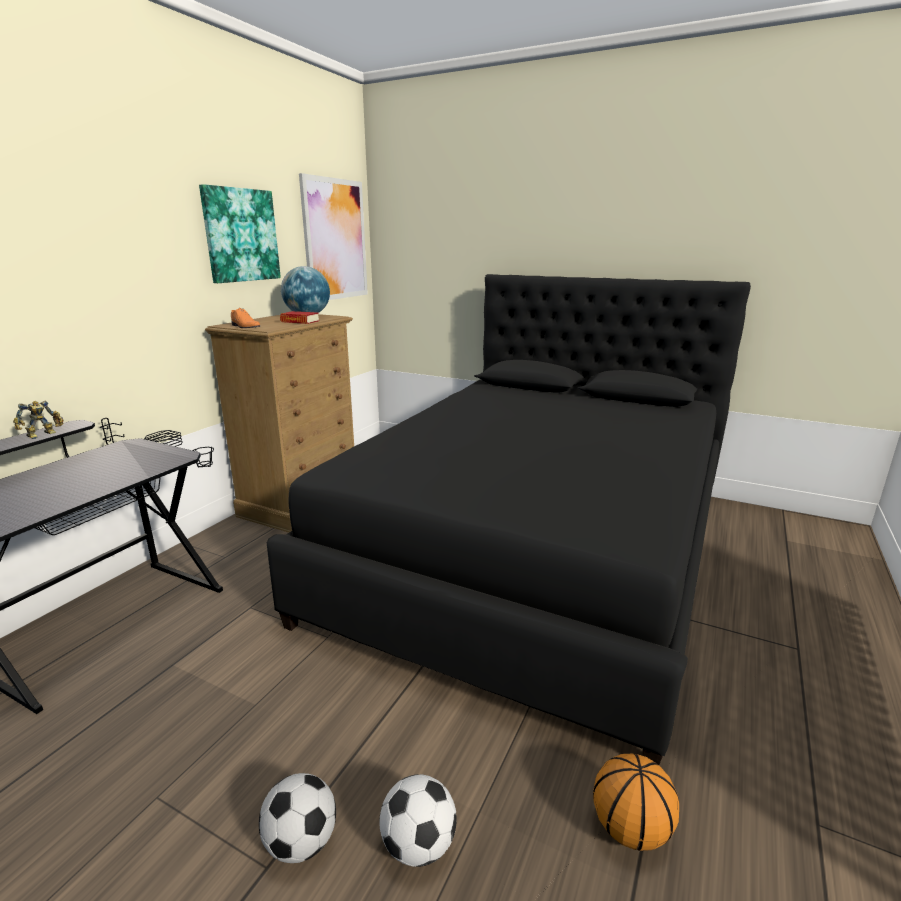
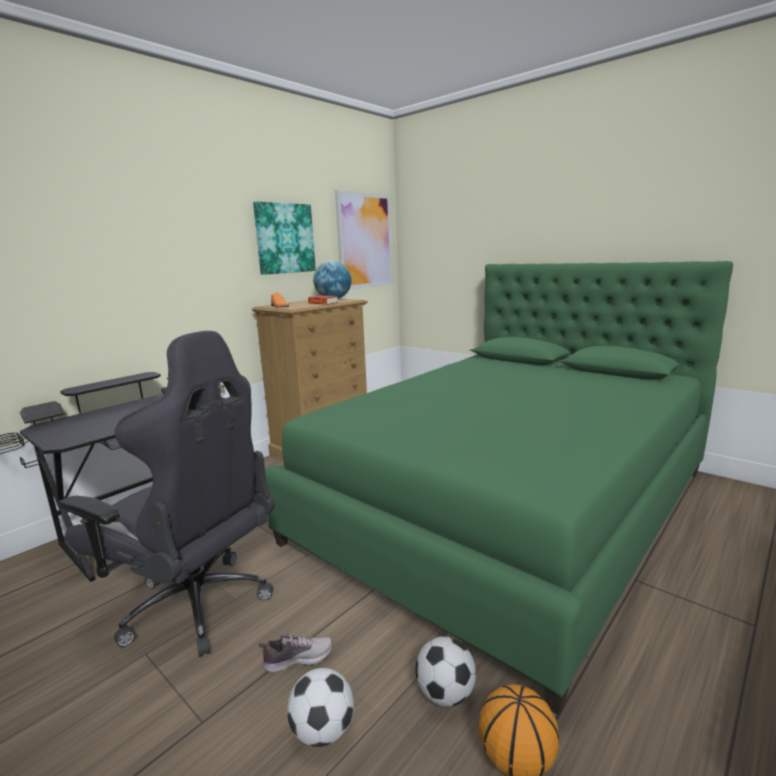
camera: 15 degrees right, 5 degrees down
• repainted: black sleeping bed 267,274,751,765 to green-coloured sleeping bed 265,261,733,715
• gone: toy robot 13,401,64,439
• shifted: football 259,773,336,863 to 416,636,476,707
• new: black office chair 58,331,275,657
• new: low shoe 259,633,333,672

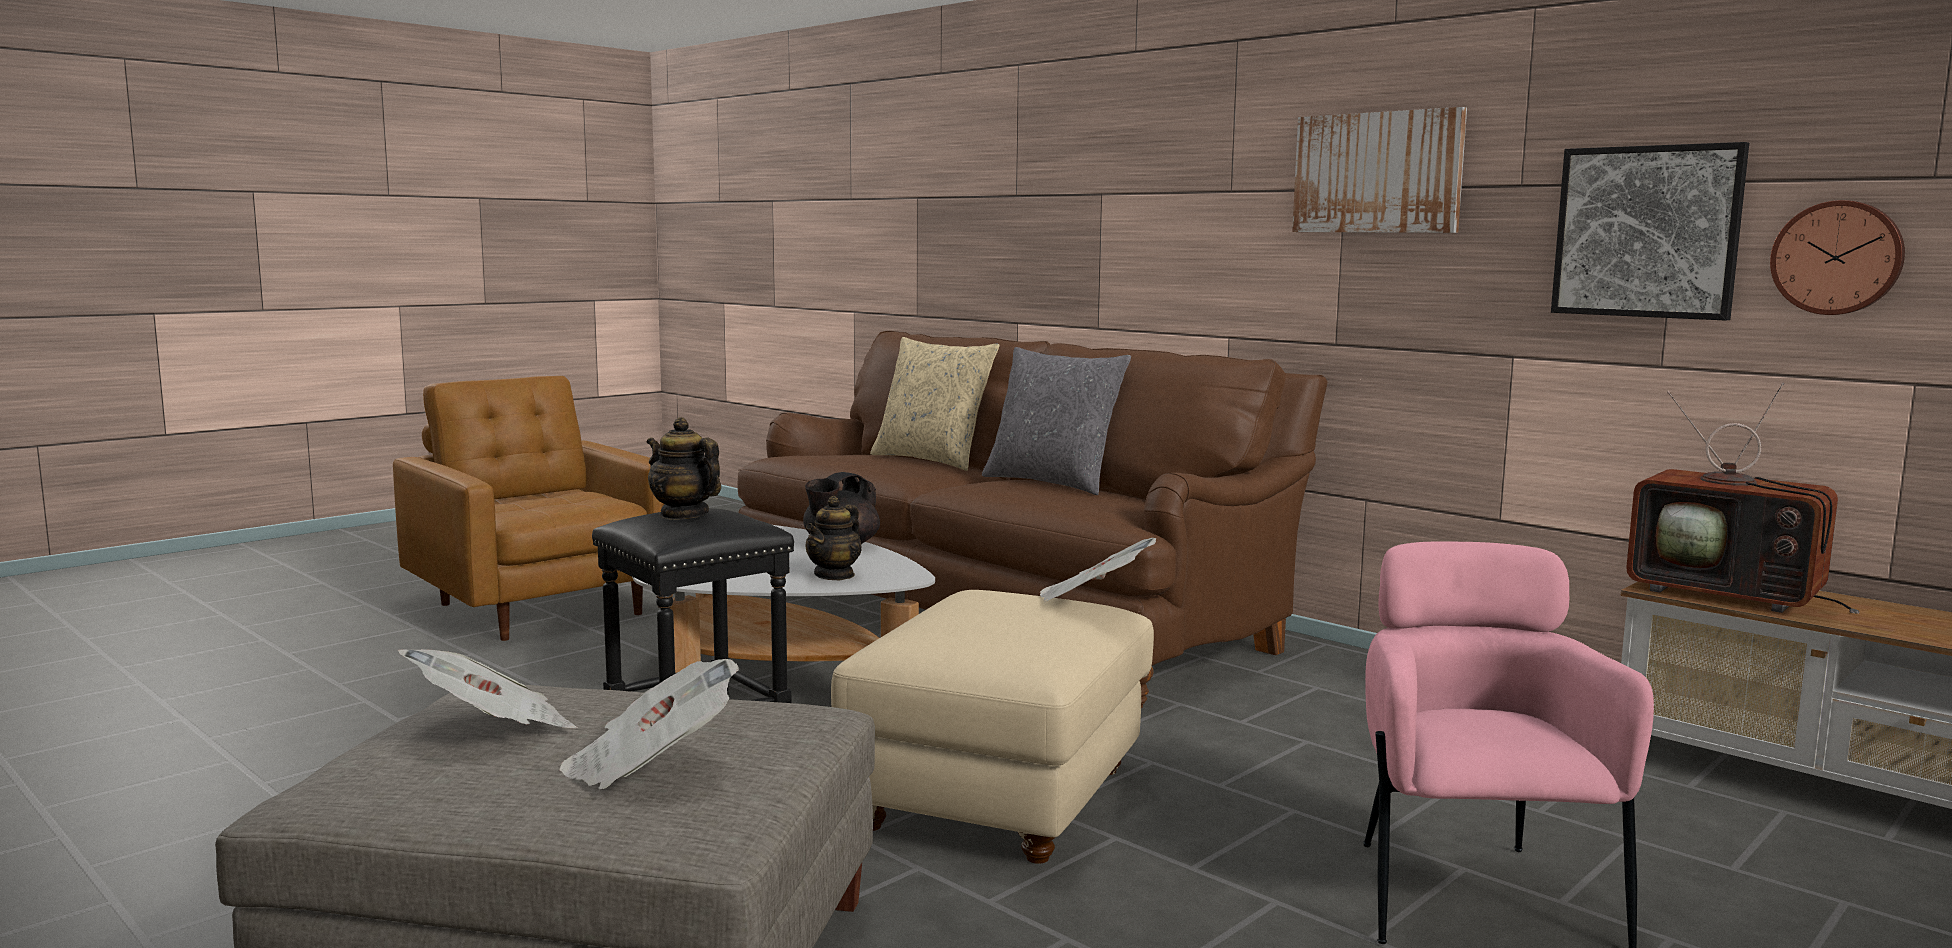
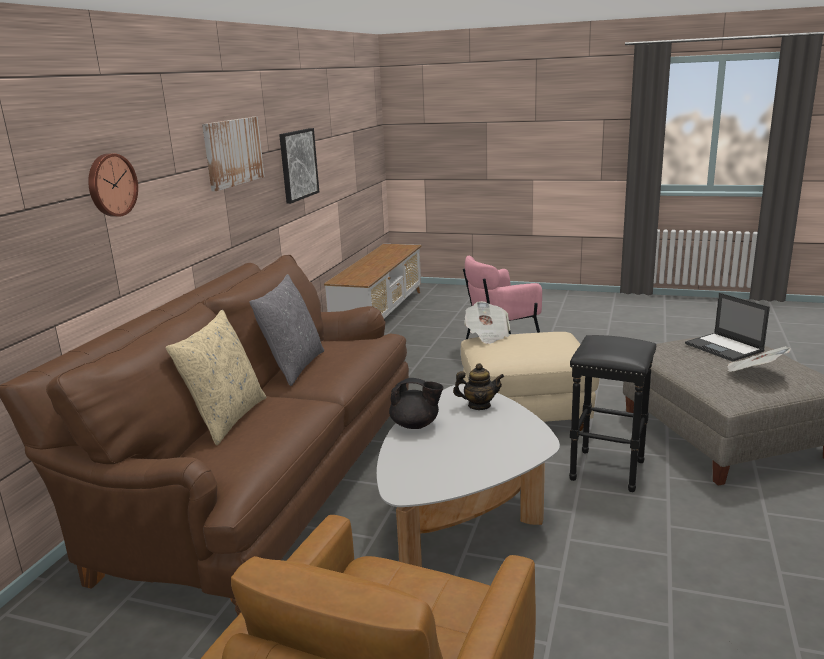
camera: 115 degrees left, 10 degrees up
• shifted: hanging clock 1770,200,1905,315 to 88,153,138,217
• gone: TV 1626,382,1860,614
• gone: pot for tea 647,417,721,520
• swapped: newspaper 559,659,739,789 to notebook computer 685,293,770,362

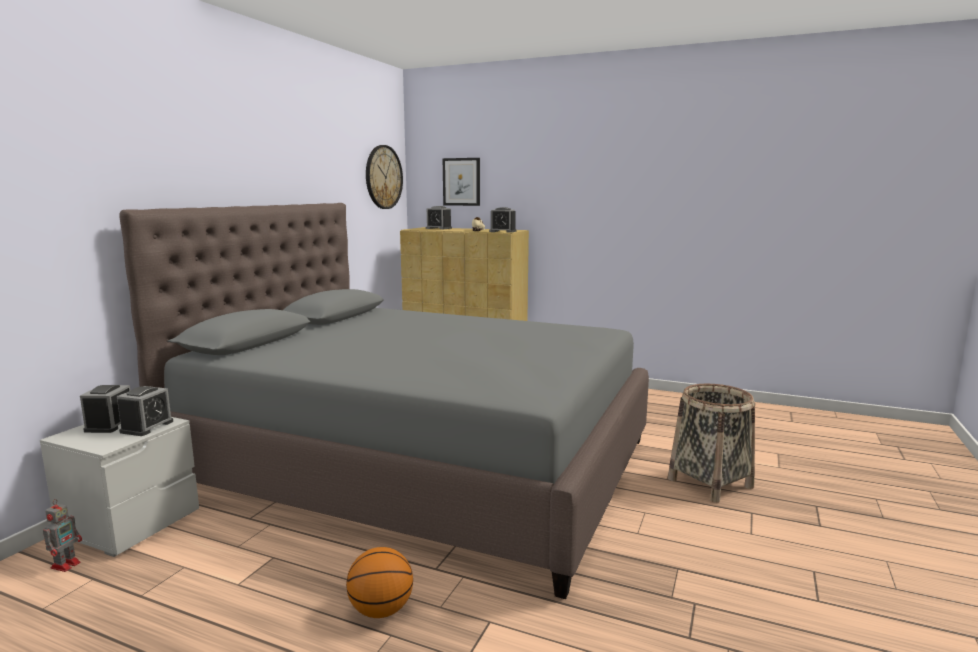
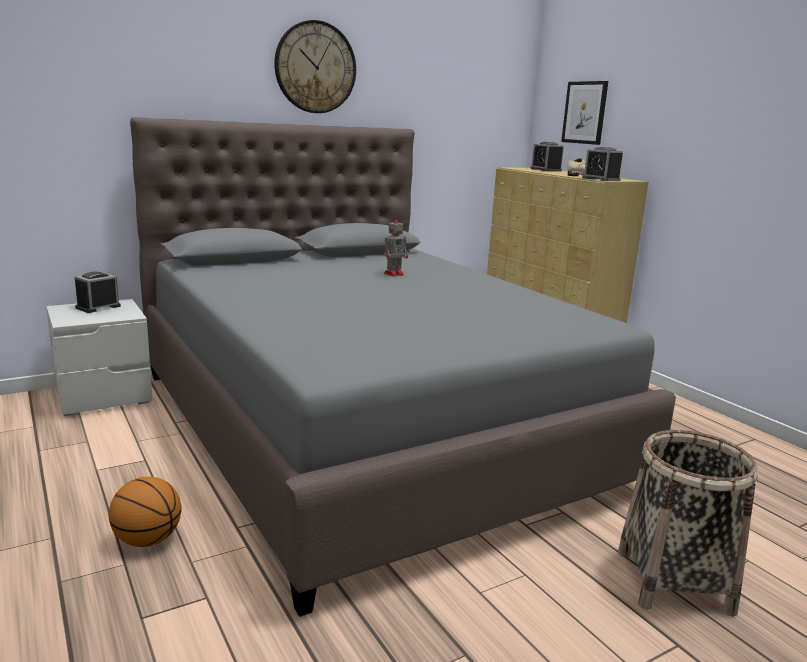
camera: 35 degrees right, 5 degrees up
• shifted: hanging clock 366,145,403,209 to 274,20,356,113
• gone: bedside clock 117,386,173,436
• shifted: toy robot 43,499,82,572 to 384,216,408,277

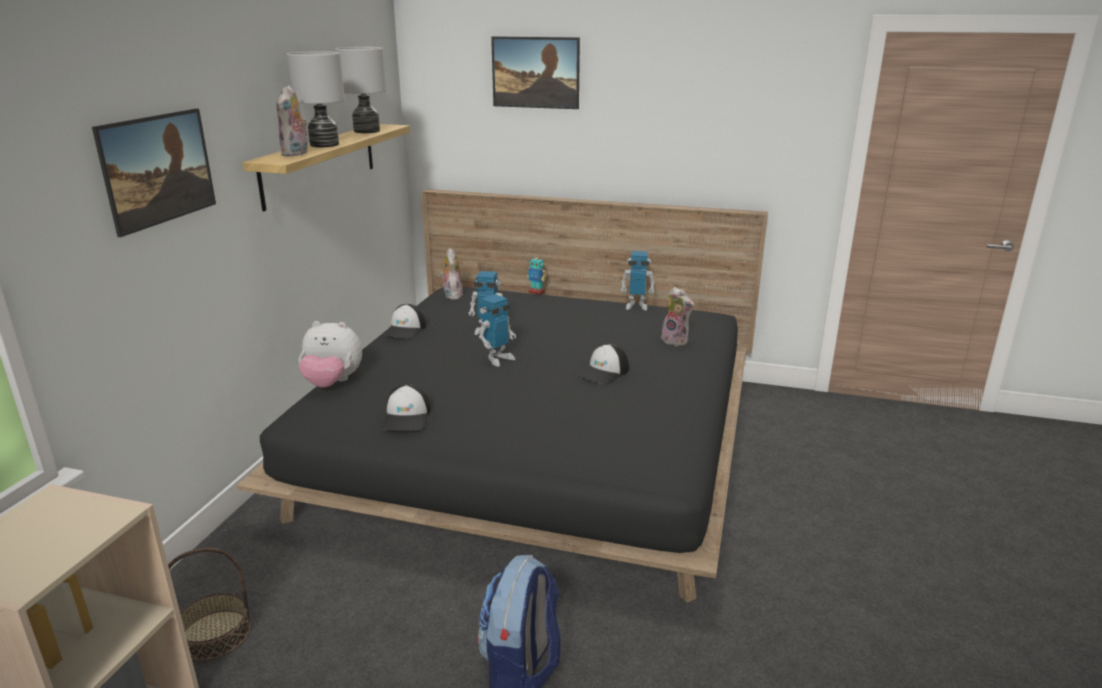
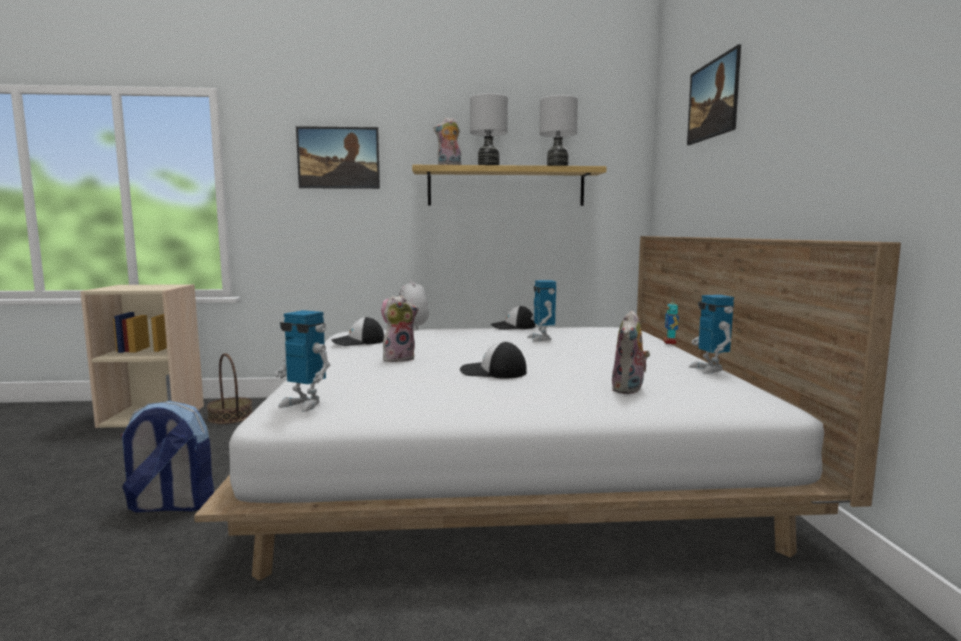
camera: 70 degrees right, 15 degrees down
• repainted: black sleeping bed 236,189,768,603 to white sleeping bed 194,236,901,581
• shifted: soft toy 440,248,463,299 to 383,295,419,362
• shifted: toy robot 479,294,516,367 to 276,310,330,412

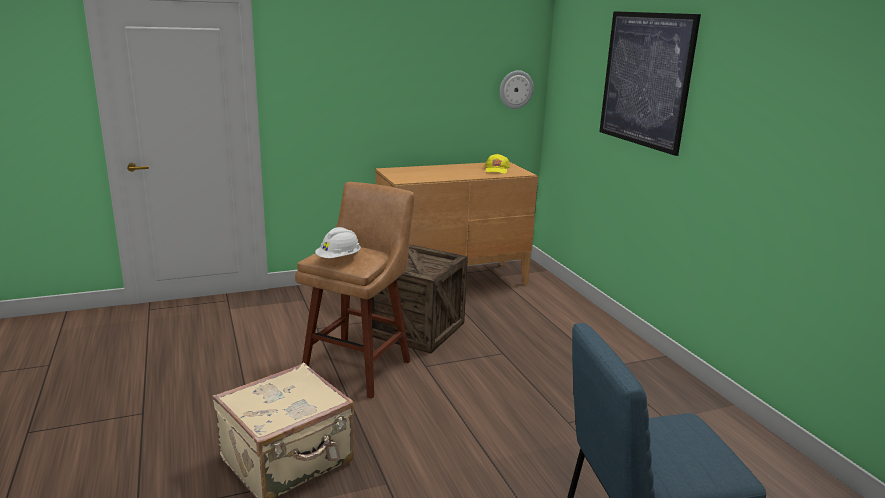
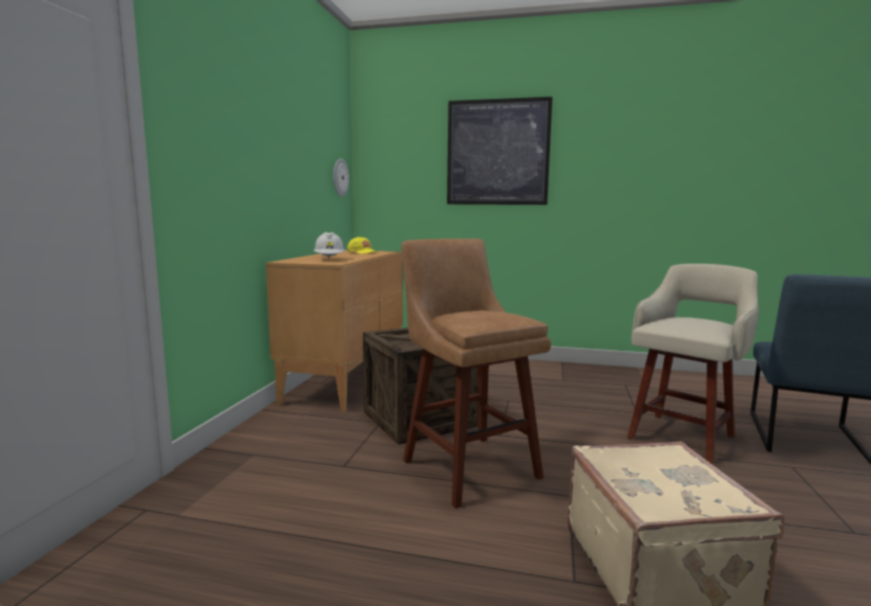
camera: 55 degrees left, 10 degrees down
• shifted: white hard hat 315,227,361,258 to 314,232,345,258
• new: beige sitting stool 627,264,759,464

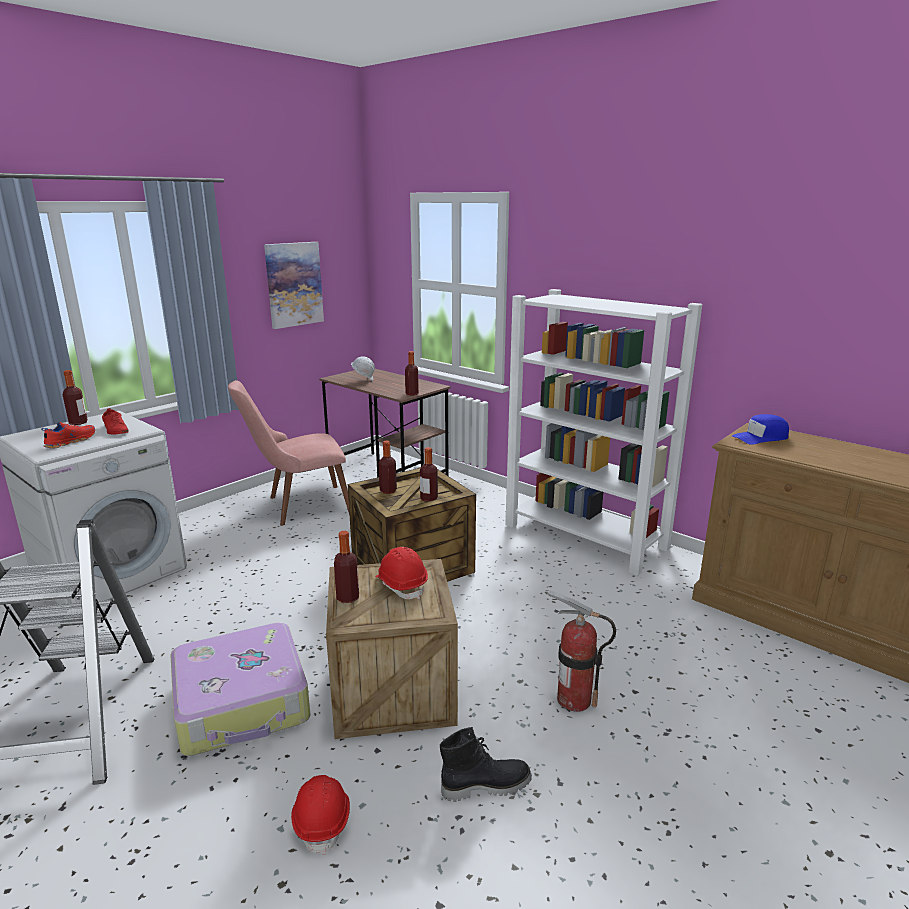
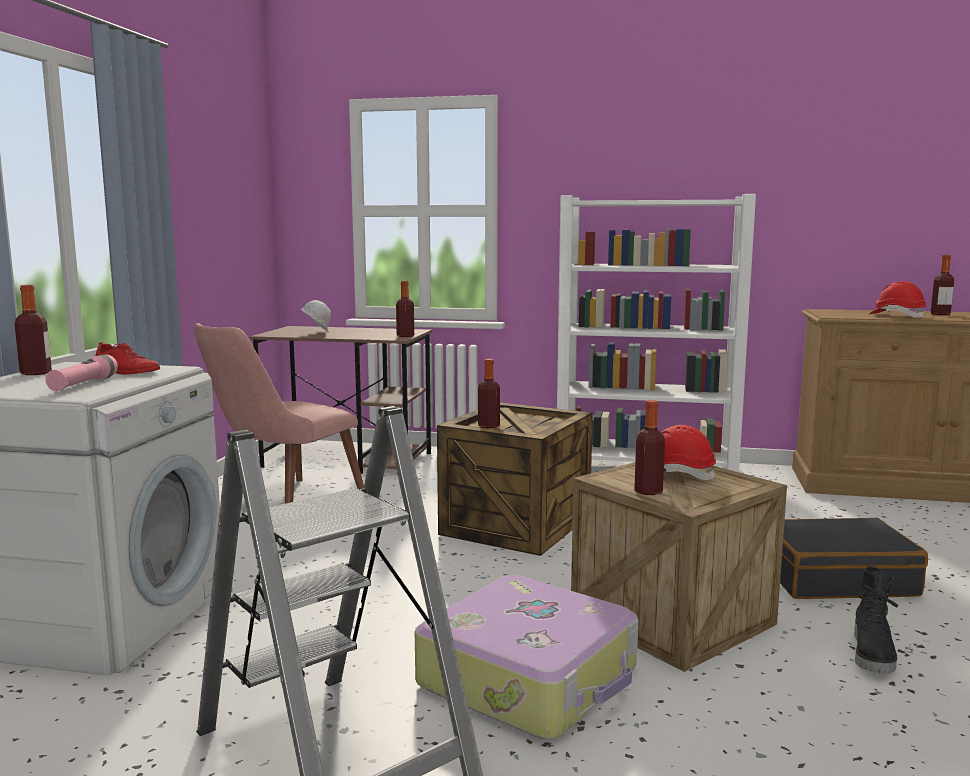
camera: 30 degrees left, 10 degrees down
• gone: wall art 264,242,324,329
• gone: blue baseball cap 732,414,789,445
• swapped: reddish low shoe 41,422,95,448 to pink-coloured hand torch 45,355,118,391
• shifted: bottle 420,447,438,502 to 931,255,954,315
• swapped: fire extinguisher 548,591,616,712 to black piece of luggage 780,518,928,599
• rotated: black boot 440,727,532,801 = 854,566,899,674 150 degrees clockwise
• shifted: reddish hard hat 291,775,350,855 to 869,281,926,318

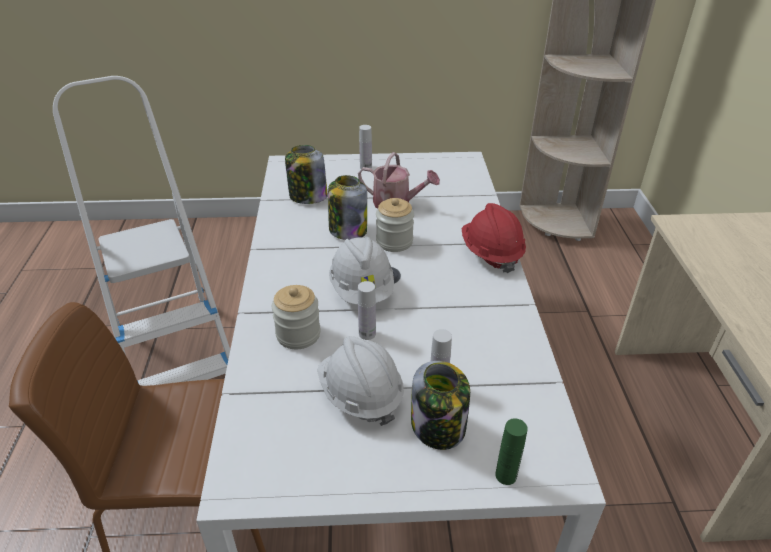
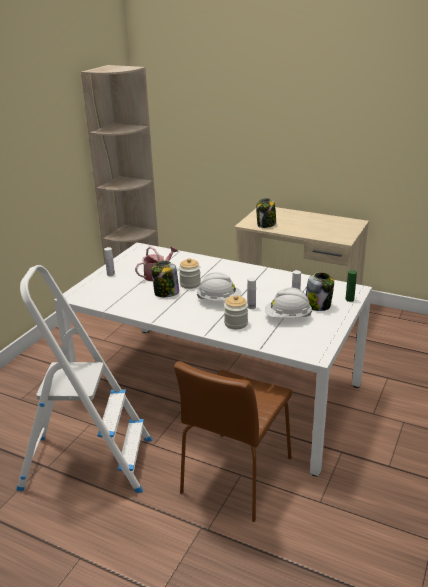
camera: 60 degrees left, 10 degrees down
• shifted: preserve jar 285,145,328,204 to 256,198,276,228
• gone: reddish hard hat 461,203,526,273

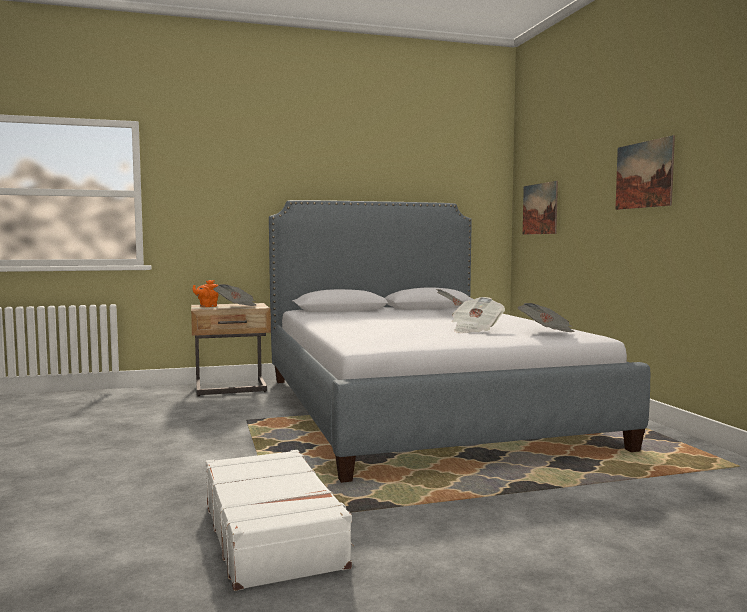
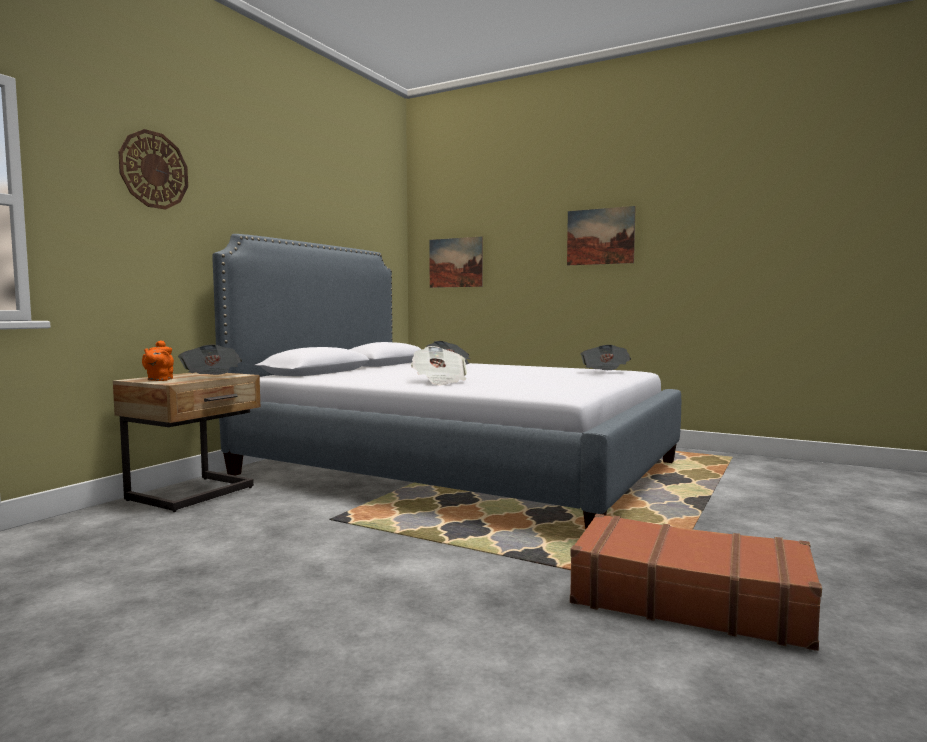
camera: 45 degrees left, 0 degrees up
• shifted: newspaper 451,297,505,333 to 411,346,467,385
• repainted: white piece of luggage 206,450,354,591 to brownish piece of luggage 570,514,822,651
• new: hanging clock 119,129,188,210

